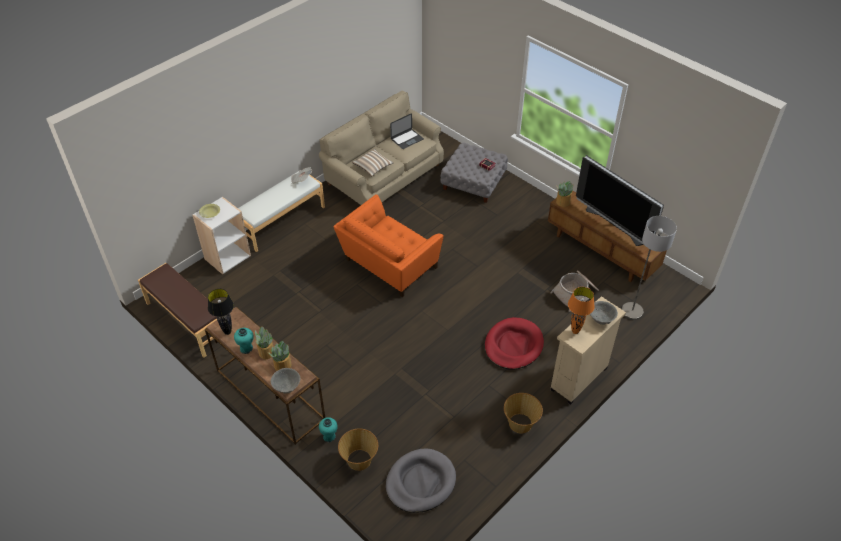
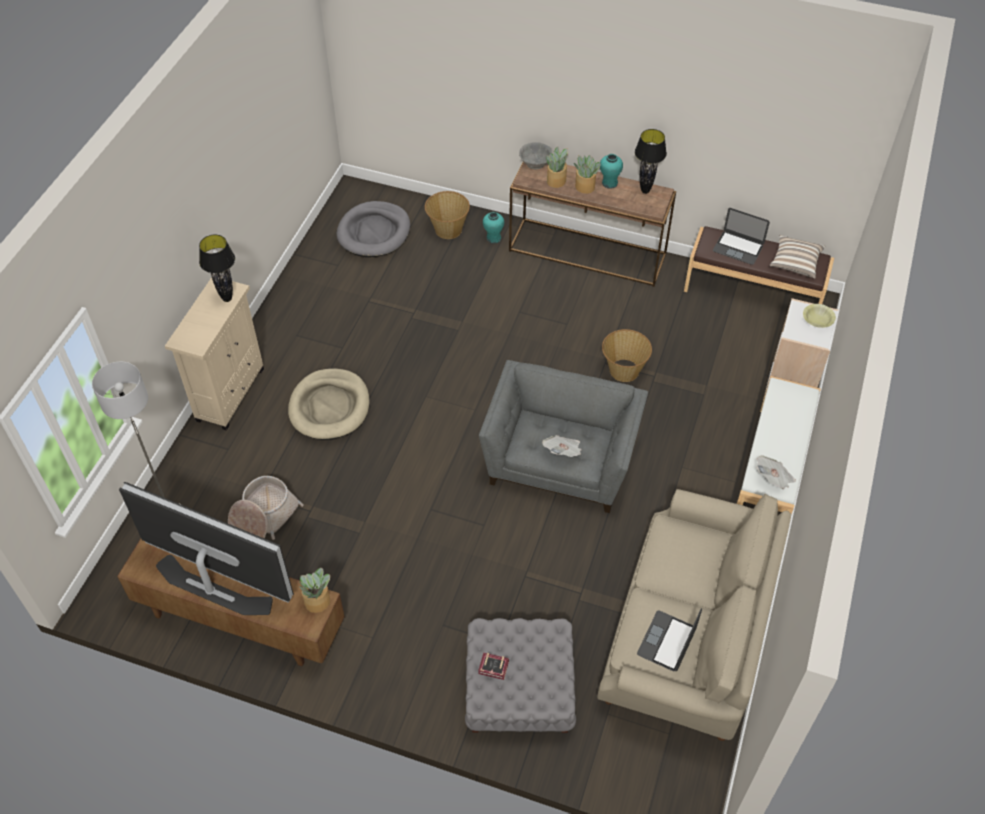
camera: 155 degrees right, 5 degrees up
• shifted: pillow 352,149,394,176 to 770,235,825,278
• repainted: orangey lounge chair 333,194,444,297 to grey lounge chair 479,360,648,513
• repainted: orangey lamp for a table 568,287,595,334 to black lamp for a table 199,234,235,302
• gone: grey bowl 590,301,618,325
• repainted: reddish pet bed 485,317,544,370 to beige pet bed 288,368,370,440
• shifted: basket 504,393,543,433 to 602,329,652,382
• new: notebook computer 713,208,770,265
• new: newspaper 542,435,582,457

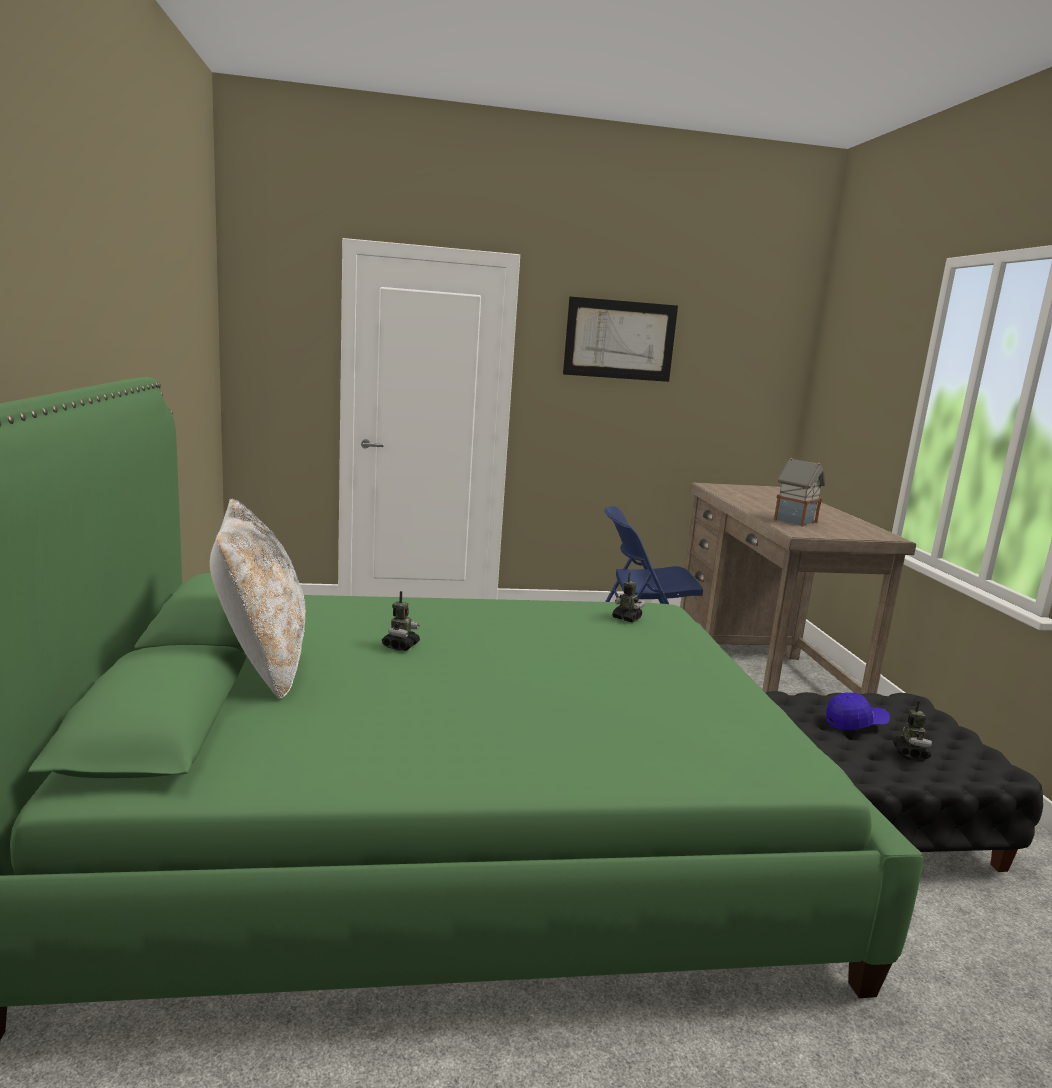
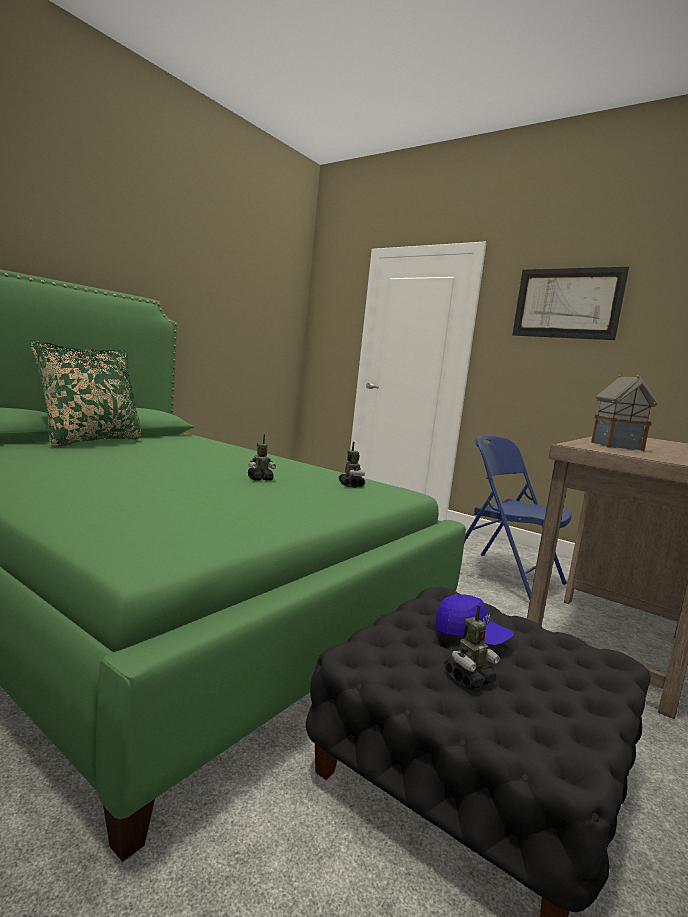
camera: 45 degrees right, 5 degrees down
• repainted: white pillow 210,498,306,699 to green-coloured pillow 31,341,141,447
• shifted: toy robot 382,591,420,651 to 248,434,276,480

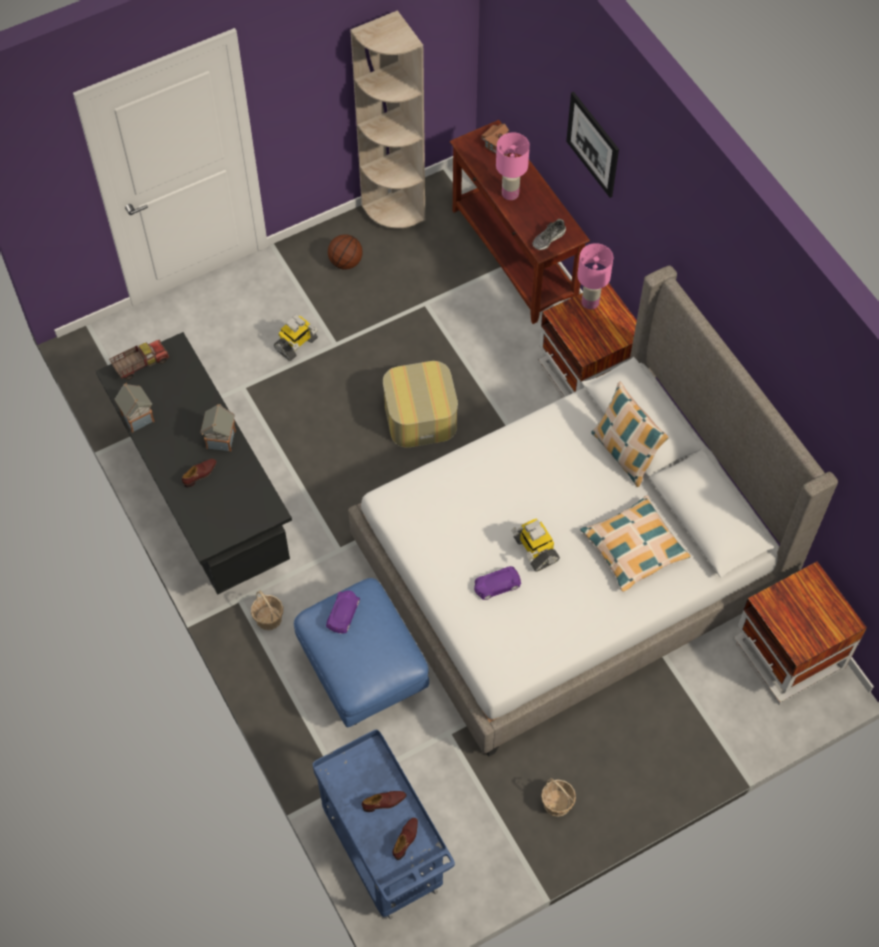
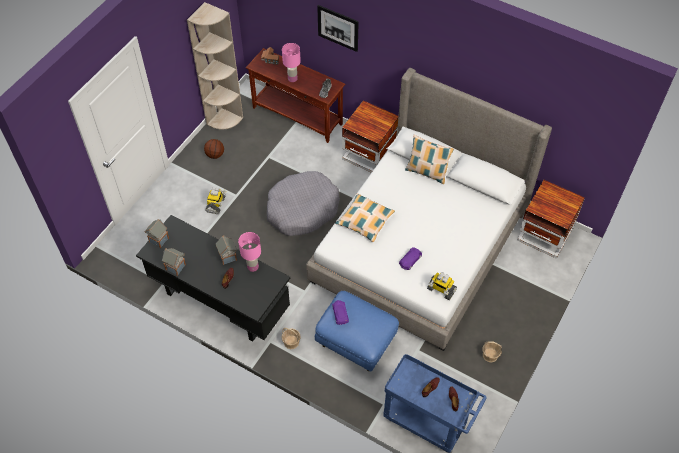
camera: 30 degrees left, 5 degrees down
• shifted: pink-coloured lamp for a table 577,243,613,309 to 238,232,261,272
• swapped: toy lorry 109,340,169,380 to miniature house 145,219,169,248
• swapped: ottoman 383,361,458,448 to grey pet bed 267,171,340,236
• shifted: pillow 580,495,691,592 to 335,193,395,242
• shifted: toy robot 511,518,560,572 to 427,272,457,300

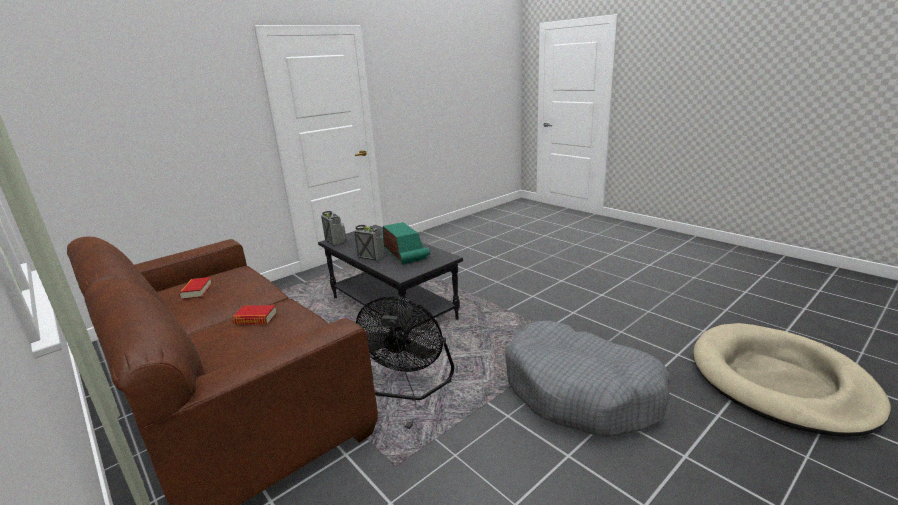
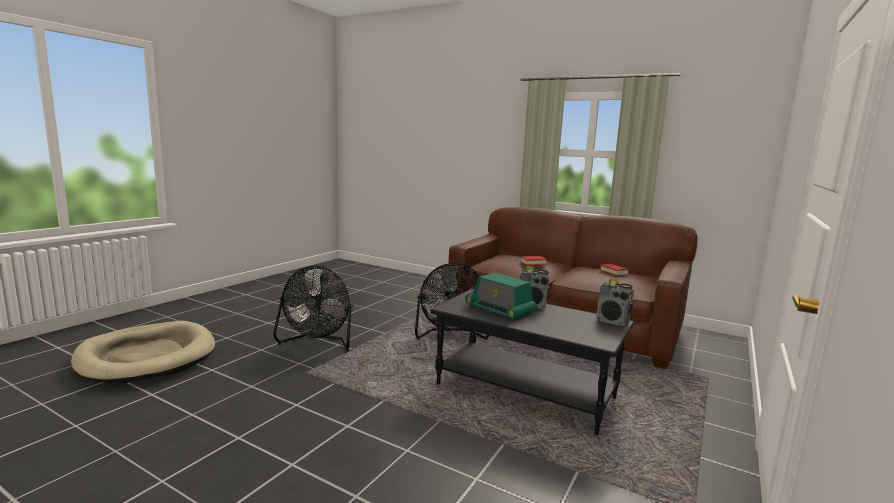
camera: 160 degrees right, 10 degrees down
• swapped: grey pet bed 505,321,670,437 to black electric fan 273,266,353,352

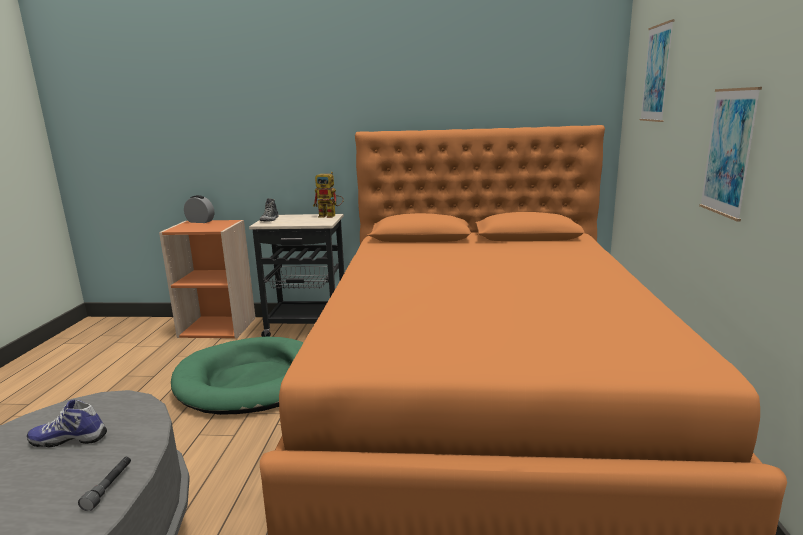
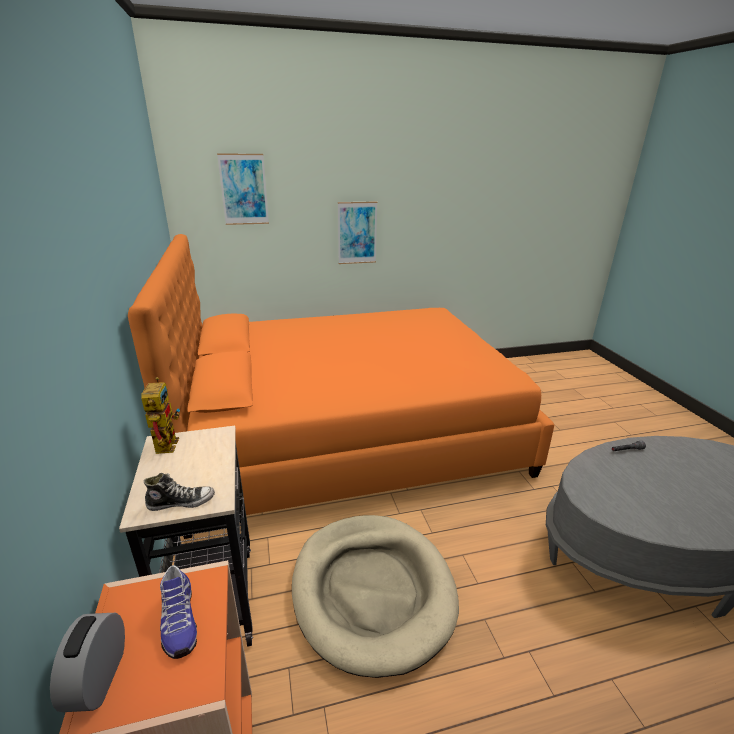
camera: 110 degrees left, 10 degrees up
• repainted: green-coloured pet bed 171,336,304,415 to beige pet bed 292,515,459,678
• shifted: low shoe 27,400,107,447 to 160,565,197,659

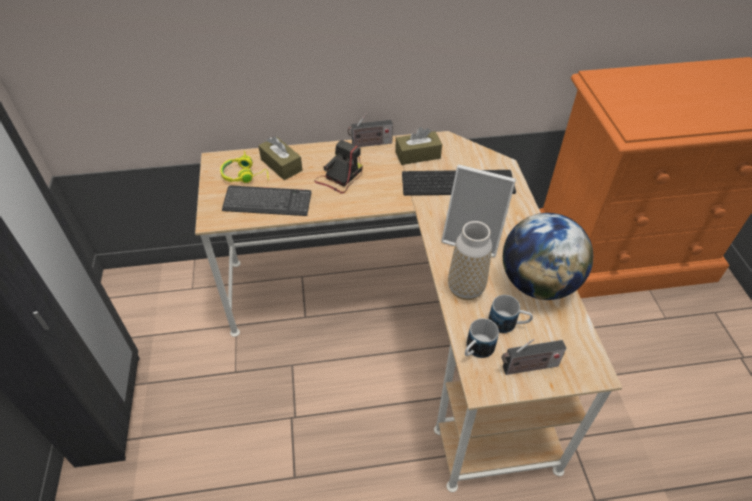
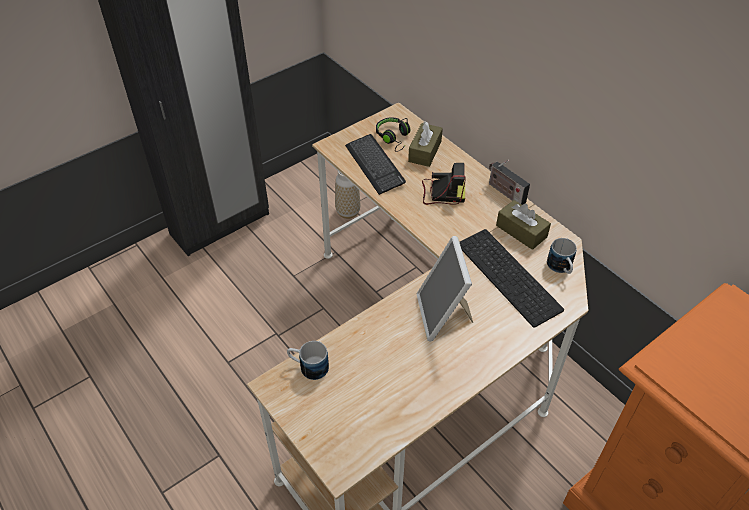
camera: 60 degrees right, 0 degrees up
• repainted: yellow headphones 220,151,269,183 to black headphones 376,117,411,152
• gone: world globe 503,213,593,300
• shifted: flower vase 448,221,492,300 to 335,171,360,219
• shifted: coffee mug 488,295,533,333 to 547,238,577,274
• gone: radio set 501,339,567,375

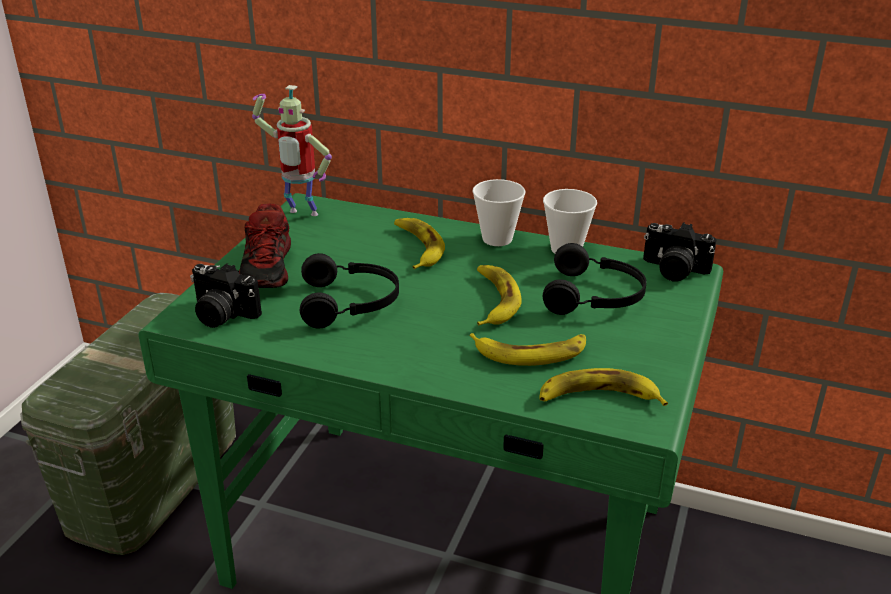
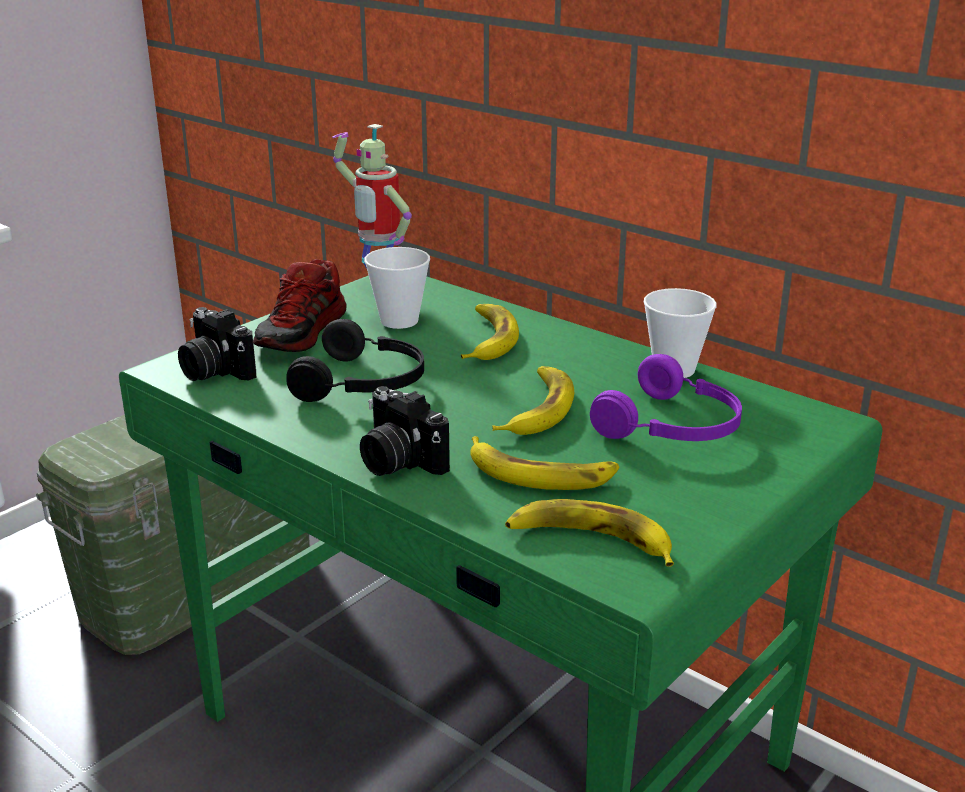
camera: 20 degrees right, 5 degrees down
• shifted: drinking cup 472,179,525,246 to 364,247,430,329
• shifted: still camera 643,222,717,282 to 360,386,450,476
• repainted: black headphones 543,243,647,315 to purple headphones 590,354,742,441

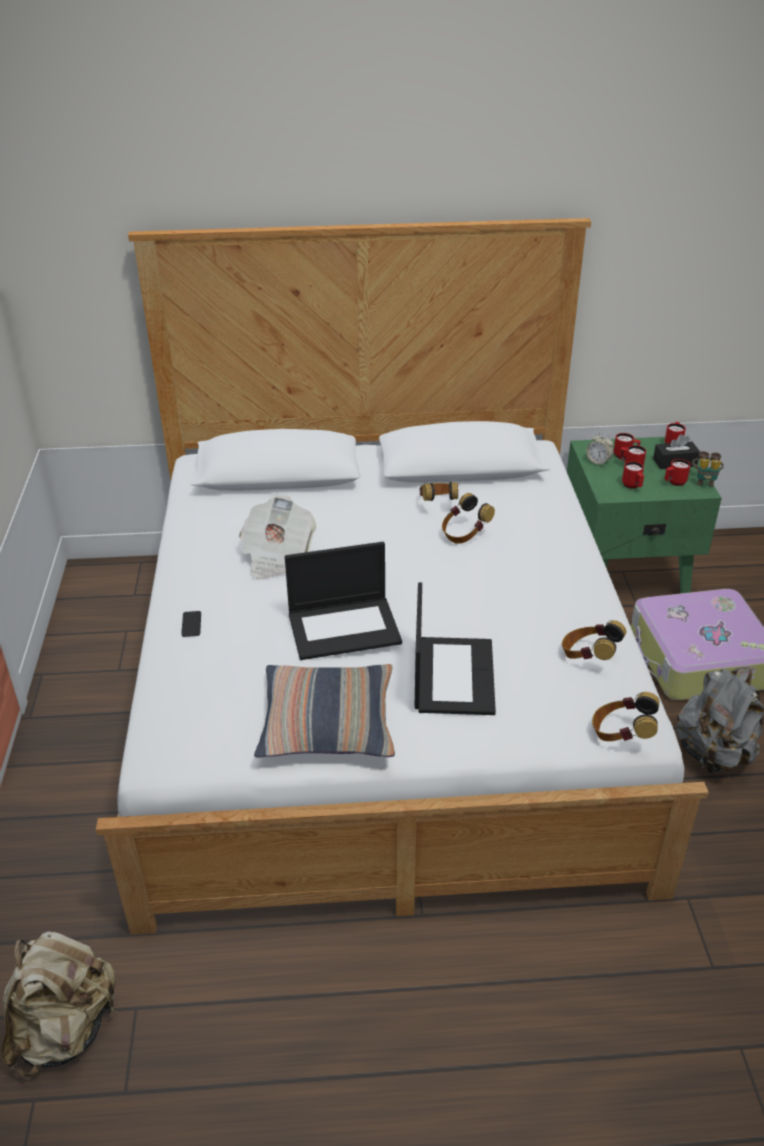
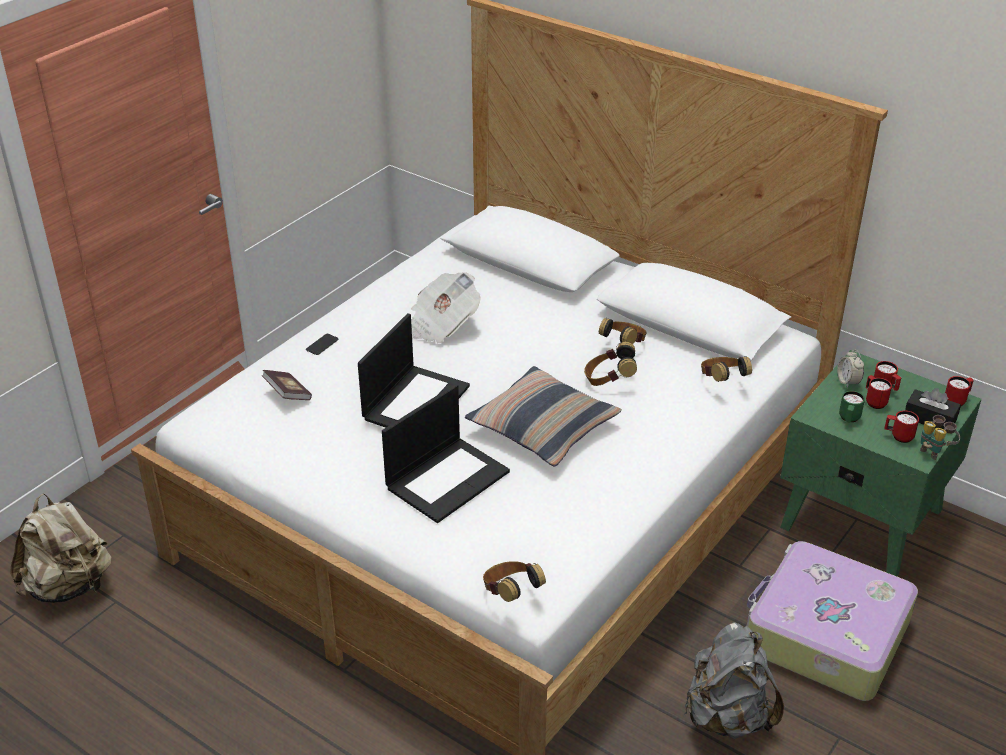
camera: 40 degrees right, 0 degrees up
• repainted: reddish coffee mug 622,461,644,489 to green-coloured coffee mug 839,391,865,422
• rotated: notebook computer 285,542,402,660 = 358,313,470,428 90 degrees counterclockwise
• shifted: headphones 562,620,626,660 to 701,357,752,382
• shifted: pillow 254,664,395,758 to 465,366,622,466
• new: book 262,370,312,400

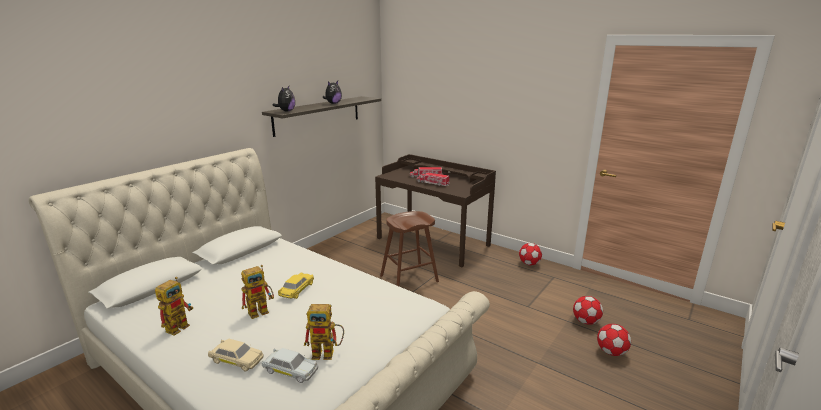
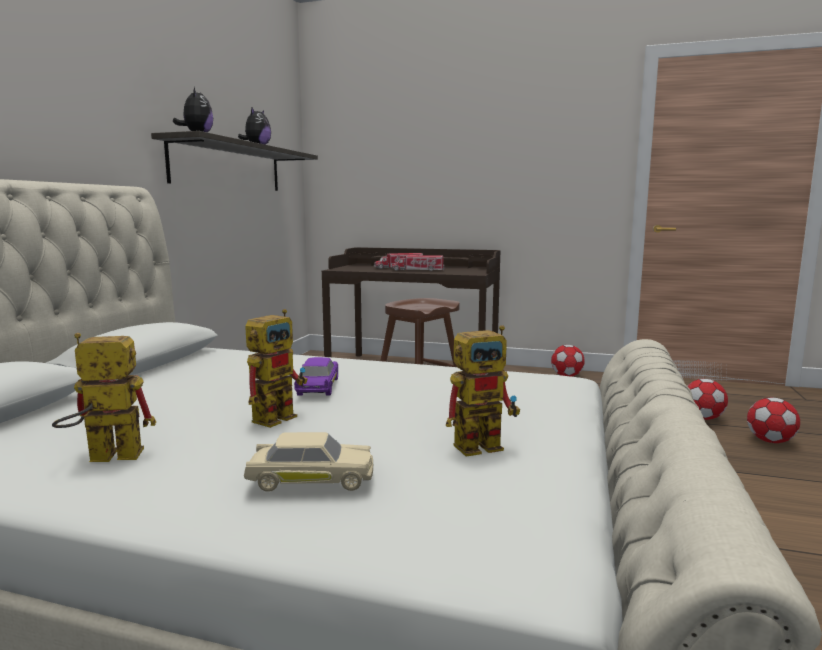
camera: 20 degrees left, 10 degrees down
• repainted: yellow miniature car 278,273,314,299 to purple miniature car 294,357,338,396
• rotated: toy robot 155,277,193,336 = 52,333,156,462 105 degrees counterclockwise
• gone: white miniature car 262,348,318,383

